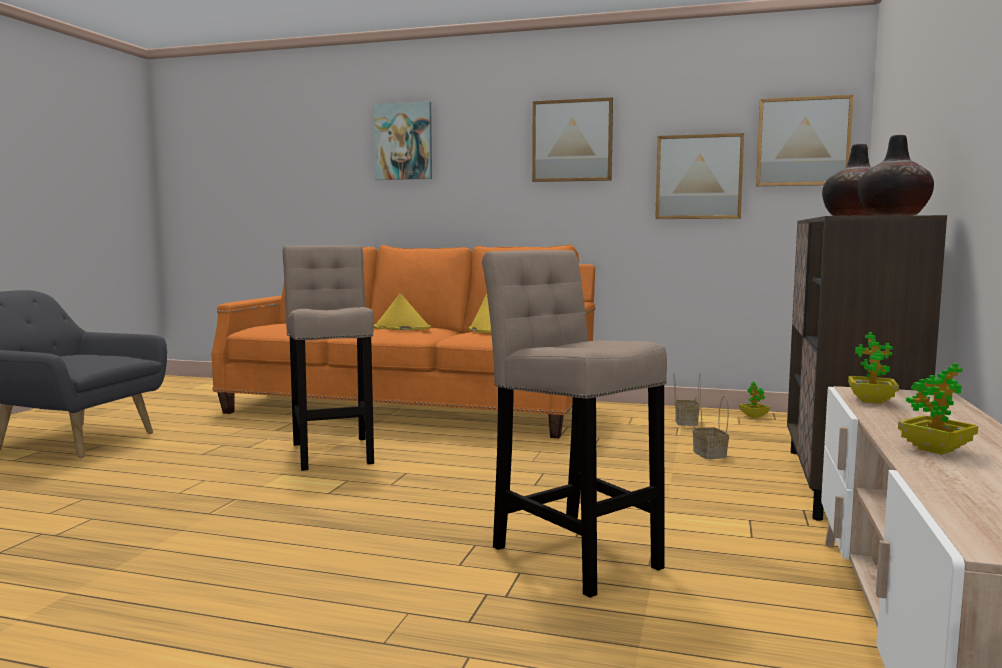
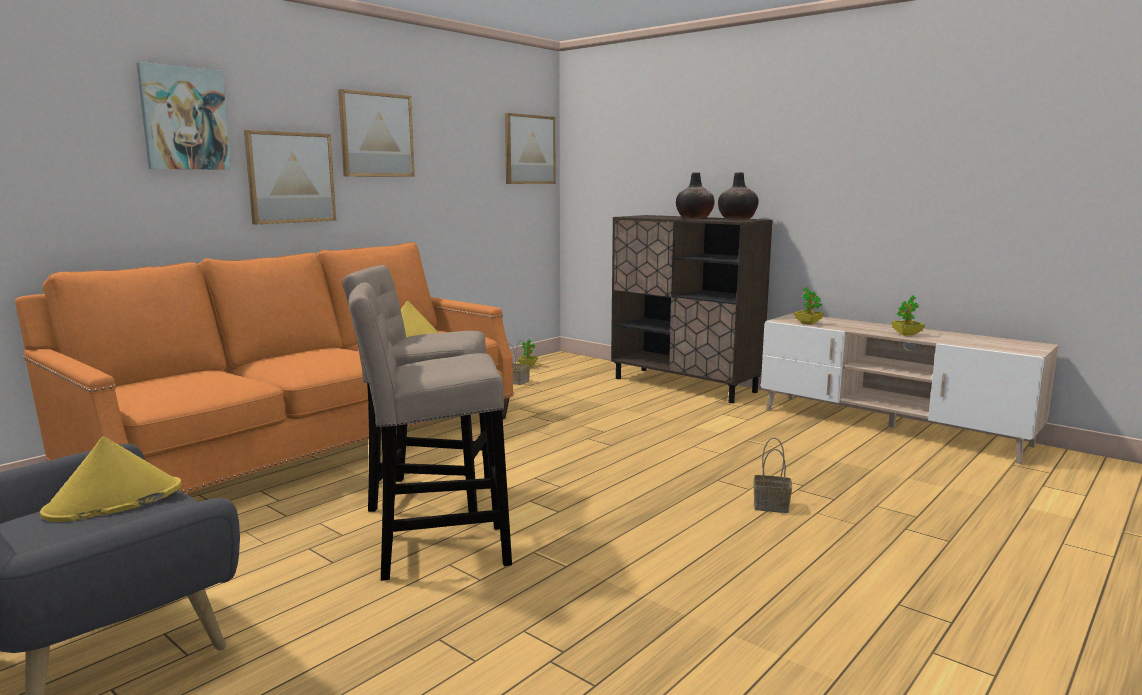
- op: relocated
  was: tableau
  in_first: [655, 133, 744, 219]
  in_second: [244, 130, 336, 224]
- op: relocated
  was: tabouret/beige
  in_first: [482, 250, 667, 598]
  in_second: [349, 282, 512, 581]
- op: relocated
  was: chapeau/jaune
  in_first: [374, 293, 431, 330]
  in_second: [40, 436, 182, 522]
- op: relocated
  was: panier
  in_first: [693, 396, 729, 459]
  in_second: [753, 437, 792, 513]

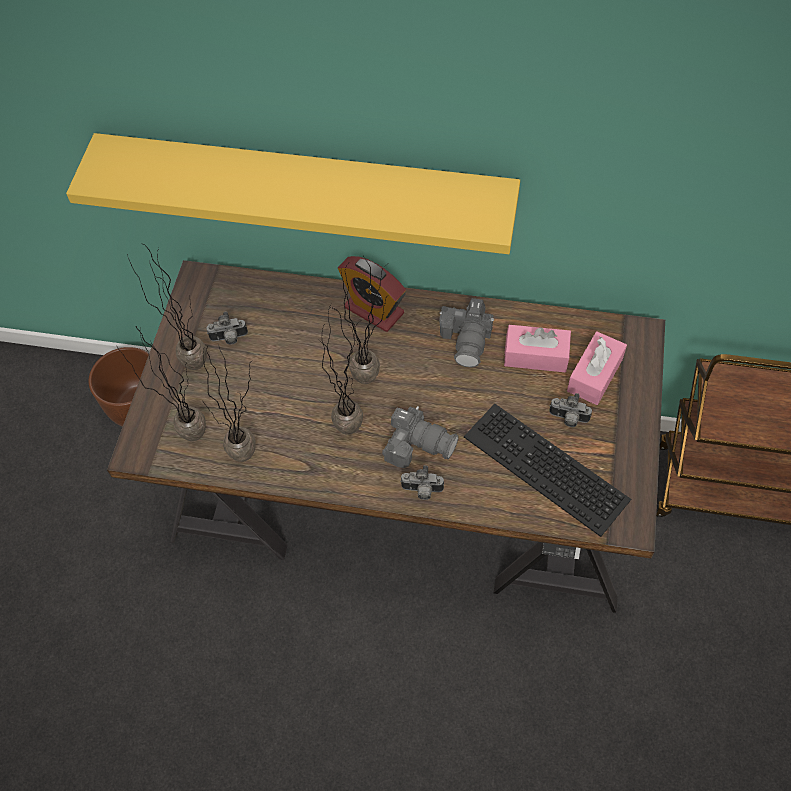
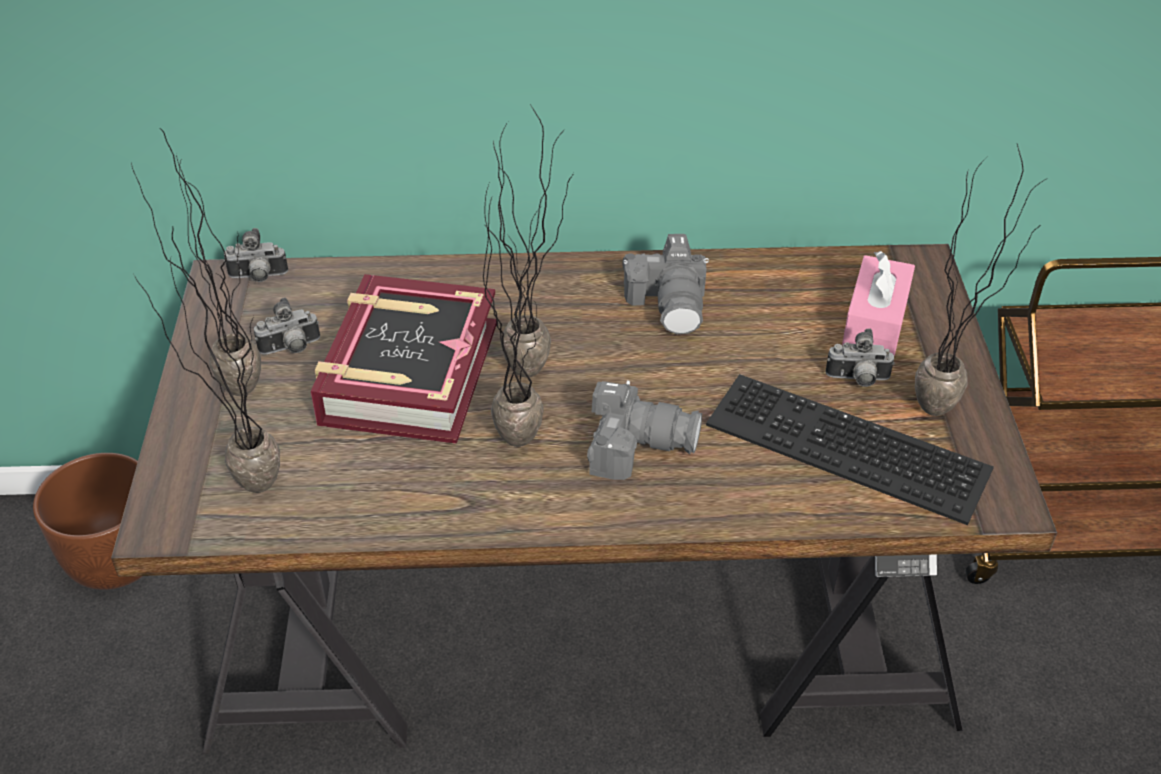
- op: missing
  was: étagère/jaune
  in_first: [66, 133, 520, 254]
- op: missing
  was: réveil
  in_first: [338, 256, 406, 332]
- op: missing
  was: boîte à mouchoirs/rose
  in_first: [504, 325, 571, 372]
- op: relocated
  was: plante en pot
  in_first: [203, 346, 255, 462]
  in_second: [915, 144, 1046, 416]
- op: relocated
  was: appareil photo
  in_first: [400, 465, 444, 500]
  in_second: [224, 228, 288, 282]
- op: appeared
  now: livre
  in_second: [311, 274, 497, 444]

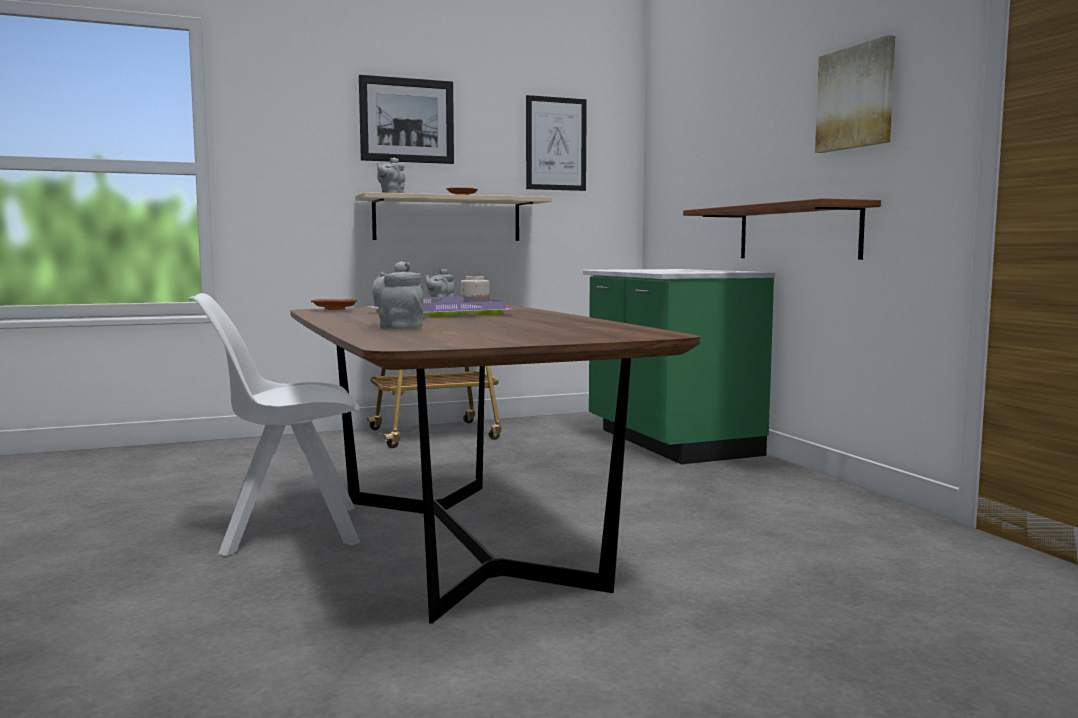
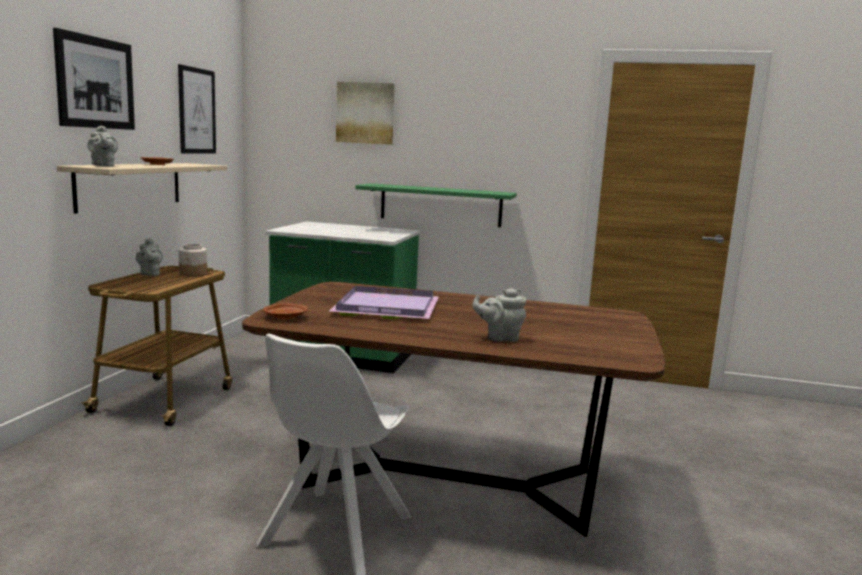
- op: relocated
  was: tableau
  in_first: [815, 35, 895, 153]
  in_second: [336, 82, 395, 145]
- op: colour
  was: étagère/marron
  now: étagère/vert
  in_first: [683, 198, 881, 260]
  in_second: [356, 183, 517, 227]

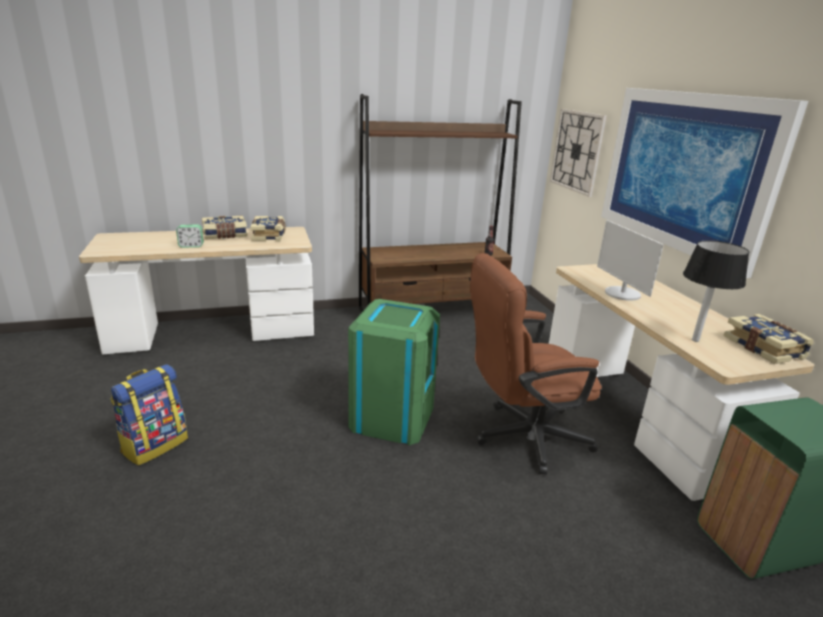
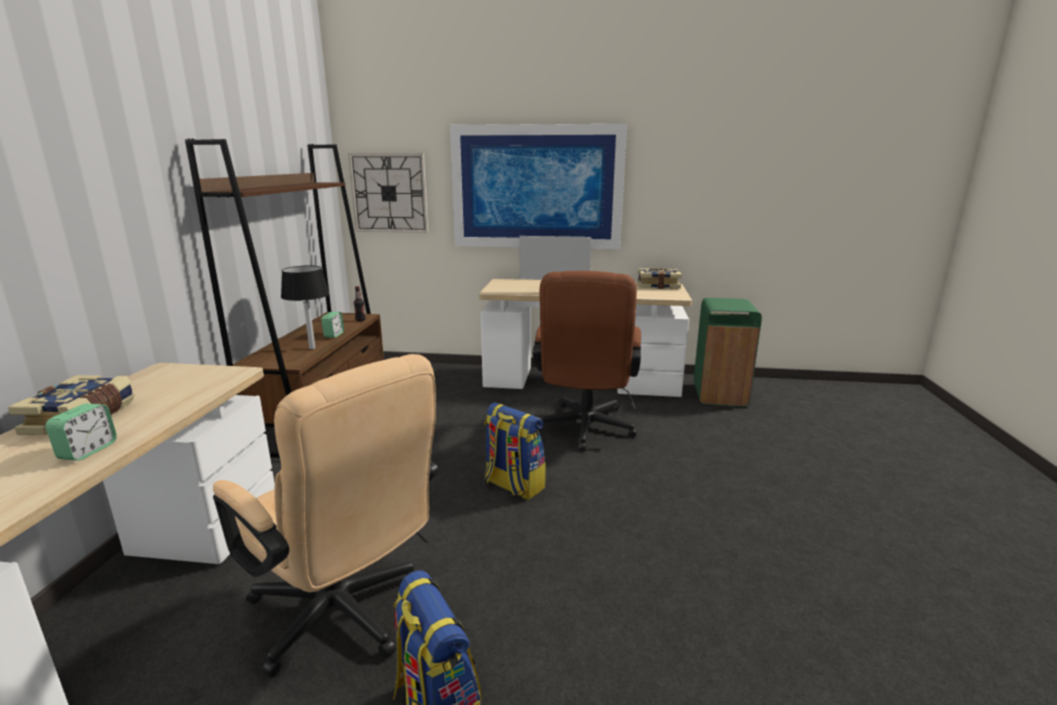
- op: missing
  was: livre
  in_first: [250, 216, 286, 241]
- op: relocated
  was: lampe de table/noir
  in_first: [683, 241, 749, 342]
  in_second: [281, 266, 329, 349]
- op: exchanged
  was: poubelle/vert
  now: sac à dos
  in_first: [348, 299, 440, 445]
  in_second: [484, 402, 546, 500]
- op: appeared
  now: réveil
  in_second: [321, 312, 344, 338]
- op: appeared
  now: chaise de bureau/beige
  in_second: [213, 354, 438, 678]

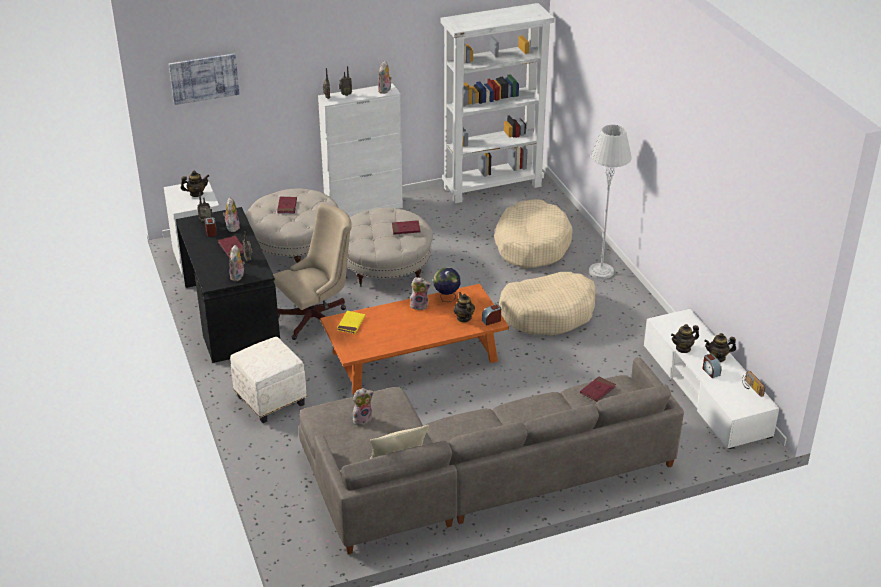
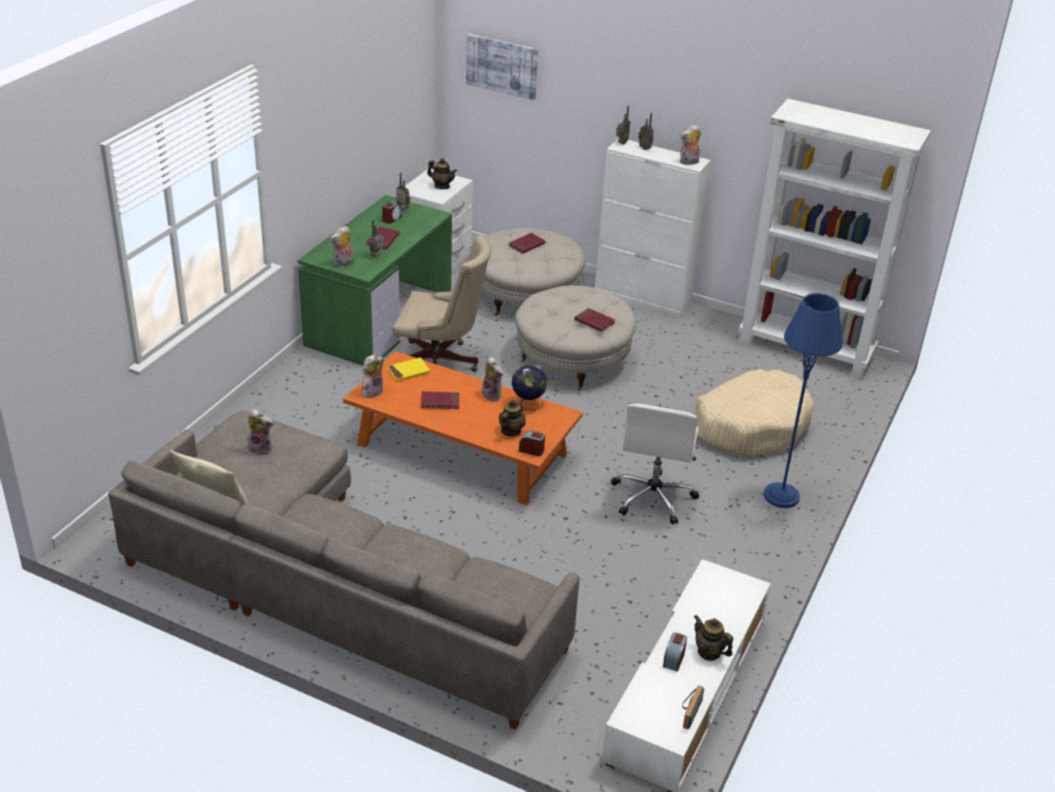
- op: colour
  was: lampadaire/gris
  now: lampadaire/bleu
  in_first: [589, 125, 632, 279]
  in_second: [764, 293, 843, 508]
- op: relocated
  was: peluche
  in_first: [223, 198, 240, 232]
  in_second: [362, 354, 384, 398]
- op: colour
  was: bureau/noir
  now: bureau/vert
  in_first: [176, 207, 280, 363]
  in_second: [298, 195, 452, 366]
- op: exchanged
  was: panier pour chien/beige
  now: chaise de bureau/blanc
  in_first: [499, 272, 595, 336]
  in_second: [611, 404, 699, 524]
- op: missing
  was: théière
  in_first: [671, 324, 699, 353]
- op: missing
  was: pouf/blanc
  in_first: [230, 337, 307, 423]
- op: relocated
  was: livre/rouge
  in_first: [580, 376, 616, 401]
  in_second: [421, 391, 459, 409]

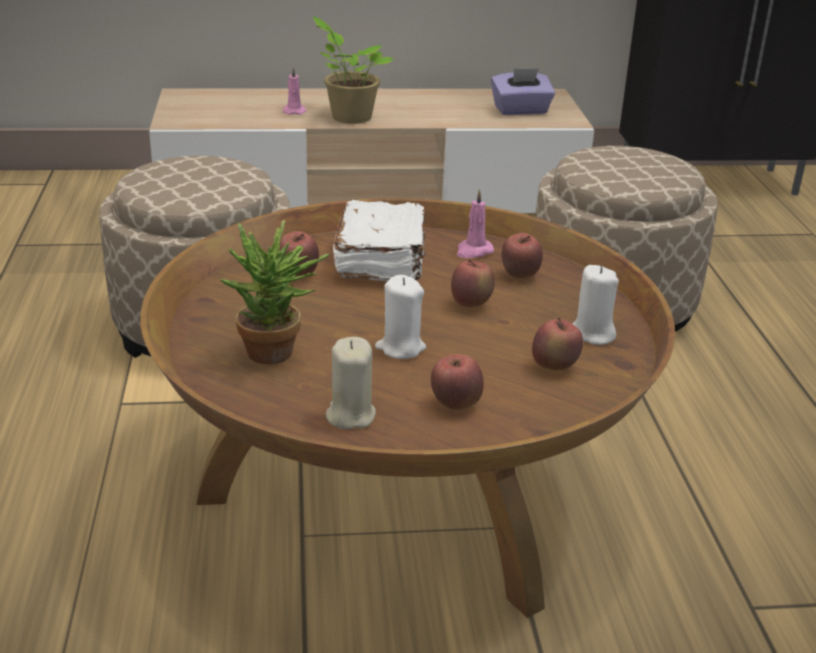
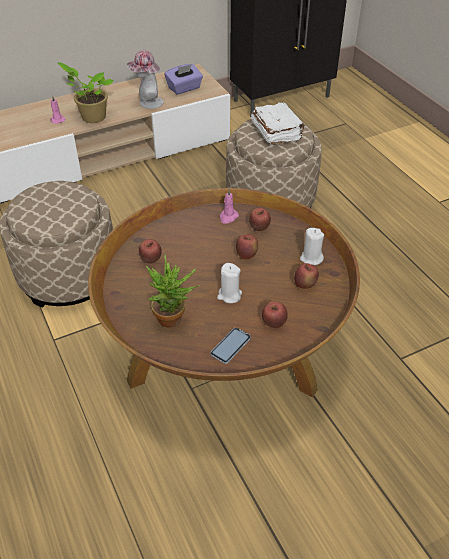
- op: relocated
  was: livre/blanc
  in_first: [333, 200, 426, 281]
  in_second: [251, 102, 305, 145]
- op: exchanged
  was: bougie/beige
  now: téléphone
  in_first: [326, 337, 376, 429]
  in_second: [210, 328, 251, 364]
- op: appeared
  now: chapeau
  in_second: [127, 50, 164, 109]

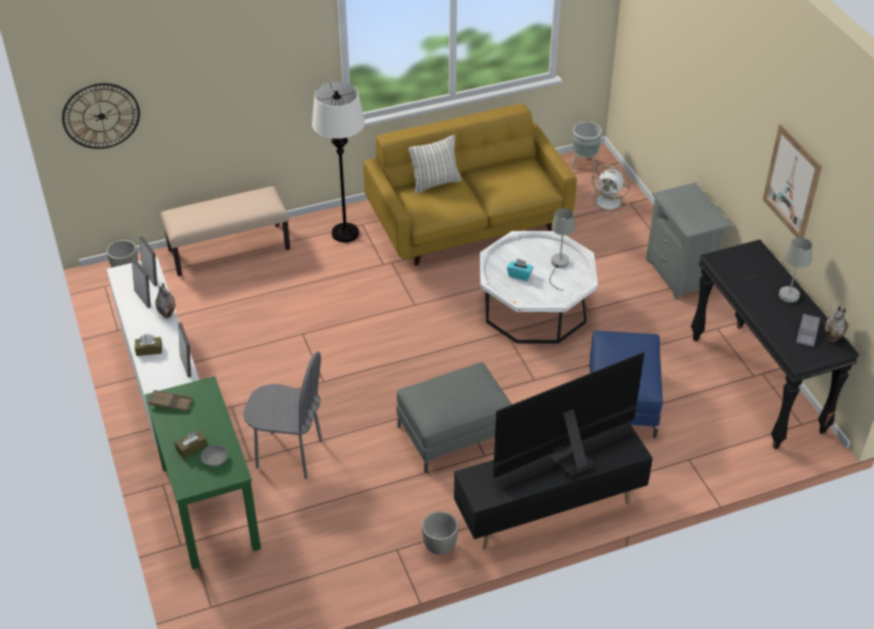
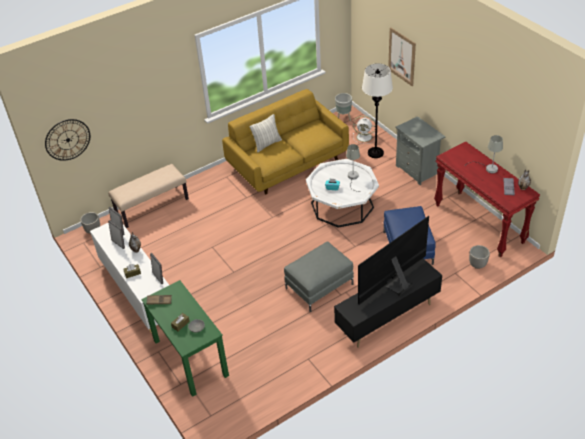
- op: relocated
  was: lampadaire/blanc
  in_first: [312, 81, 365, 243]
  in_second: [362, 63, 393, 158]
- op: relocated
  was: tableau
  in_first: [763, 125, 822, 238]
  in_second: [388, 27, 416, 86]
- op: colour
  was: table console/noir
  now: table console/rouge
  in_first: [691, 239, 859, 449]
  in_second: [434, 141, 540, 257]
- op: missing
  was: chaise/gris
  in_first: [243, 352, 322, 479]
- op: relocated
  was: cache-pot
  in_first: [422, 511, 459, 555]
  in_second: [469, 245, 490, 269]

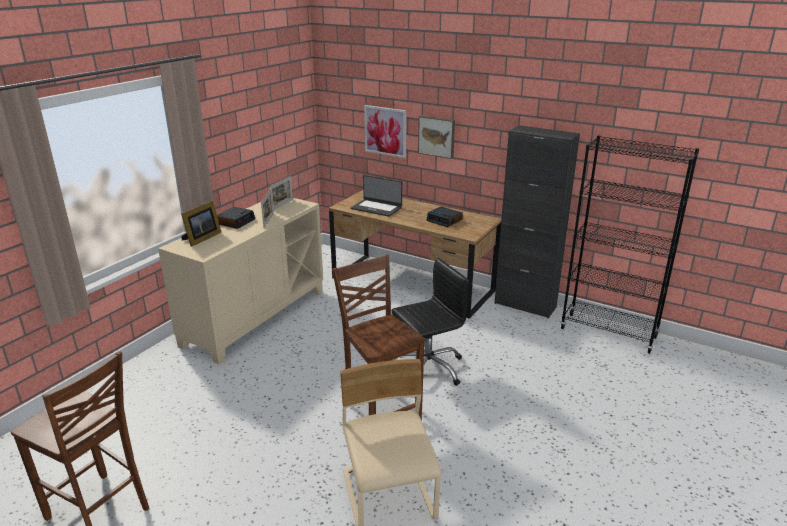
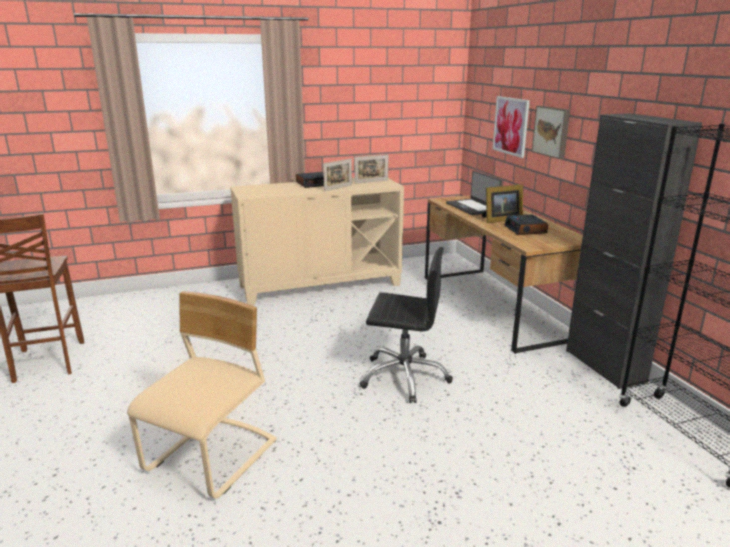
- op: relocated
  was: cadre photo
  in_first: [181, 201, 221, 247]
  in_second: [482, 184, 523, 223]
- op: missing
  was: chaise/marron
  in_first: [332, 255, 425, 421]

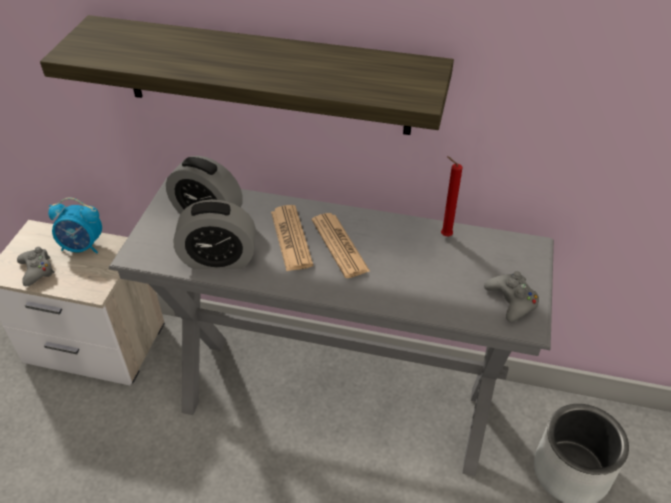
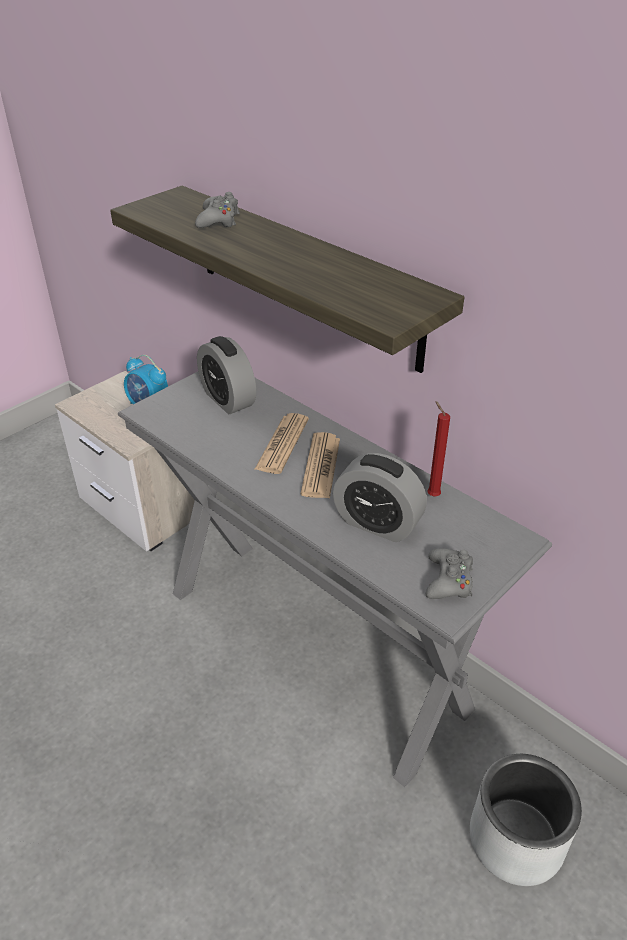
- op: relocated
  was: réveil
  in_first: [173, 199, 256, 269]
  in_second: [333, 453, 427, 542]
- op: relocated
  was: manette/gris
  in_first: [17, 247, 55, 286]
  in_second: [195, 192, 240, 228]

